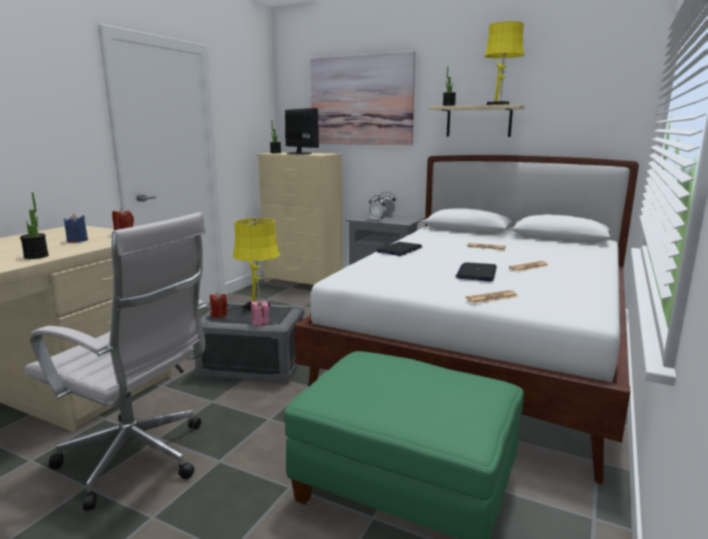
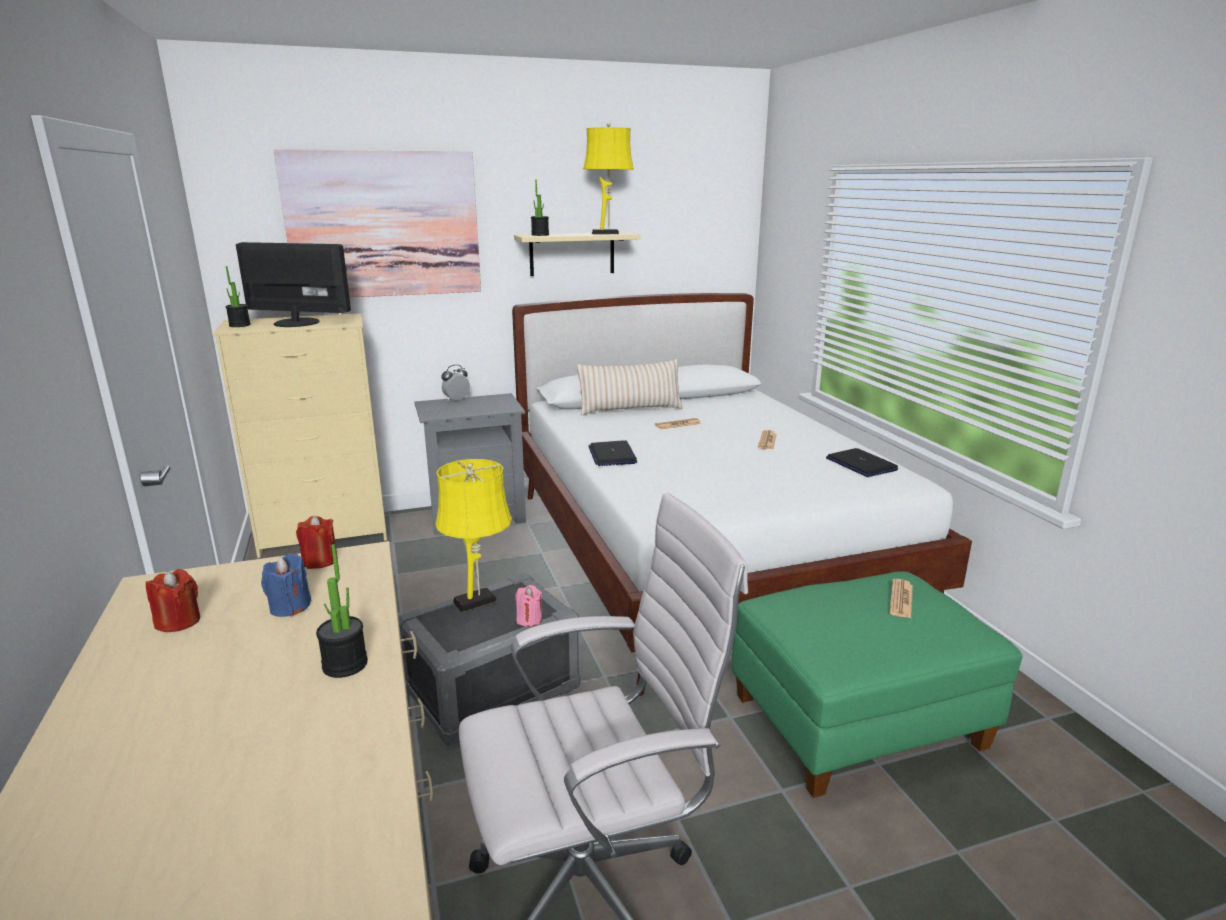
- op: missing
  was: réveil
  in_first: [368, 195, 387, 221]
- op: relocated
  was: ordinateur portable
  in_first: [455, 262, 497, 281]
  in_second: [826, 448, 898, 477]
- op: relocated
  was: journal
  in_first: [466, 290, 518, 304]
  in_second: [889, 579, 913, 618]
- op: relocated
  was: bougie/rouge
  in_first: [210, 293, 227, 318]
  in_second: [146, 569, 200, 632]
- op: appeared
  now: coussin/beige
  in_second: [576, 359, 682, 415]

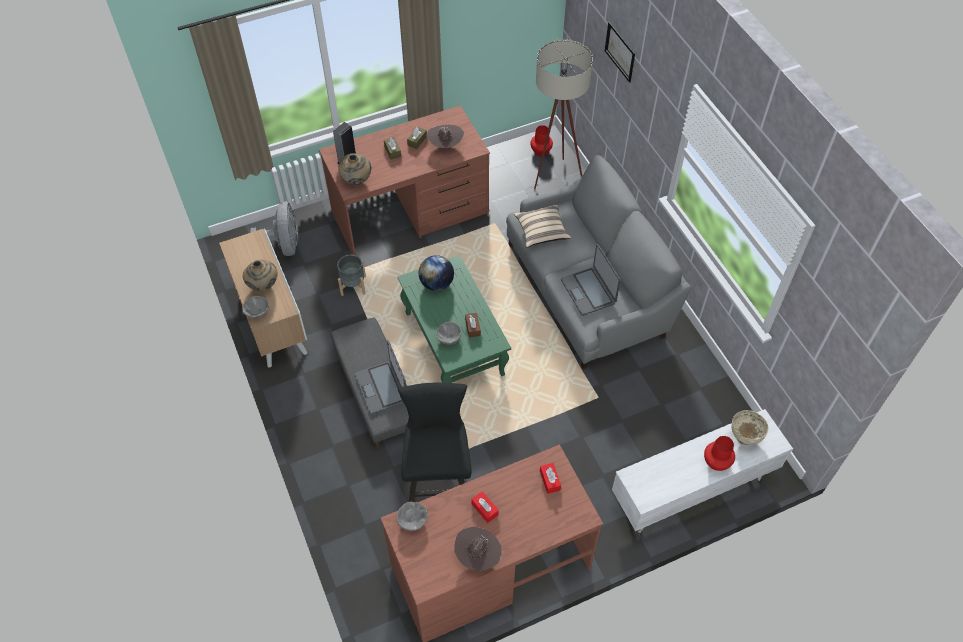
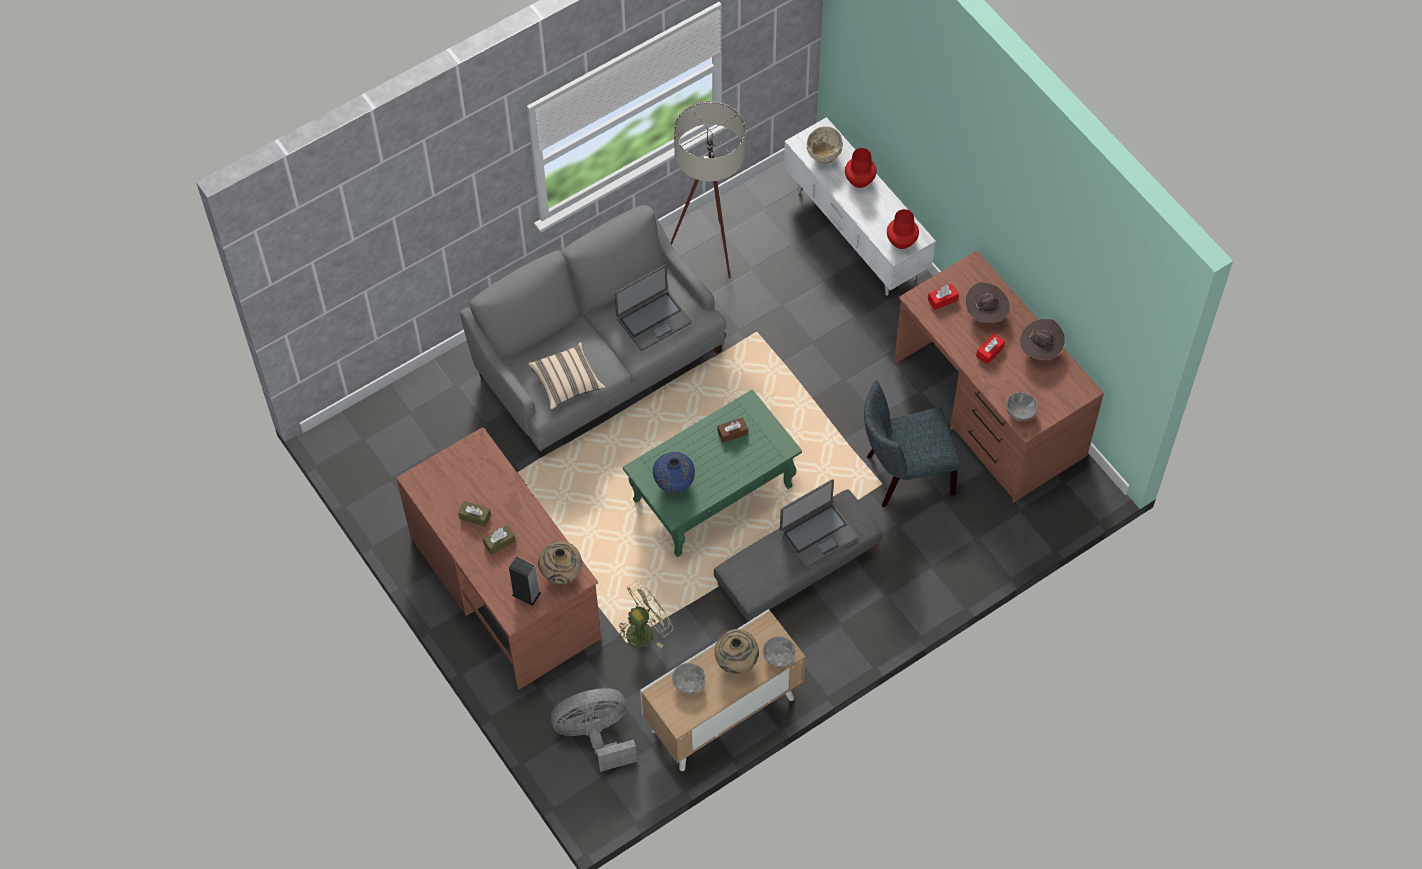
- op: missing
  was: tableau
  in_first: [605, 22, 635, 83]
- op: relocated
  was: lampadaire/beige
  in_first: [534, 39, 593, 190]
  in_second: [670, 101, 745, 279]
- op: relocated
  was: chapeau/marron
  in_first: [426, 125, 464, 148]
  in_second: [966, 282, 1010, 323]
- op: relocated
  was: vase/rouge
  in_first: [530, 125, 553, 156]
  in_second: [887, 209, 919, 249]
- op: exchanged
  was: cache-pot/gris
  now: ventilateur/vert
  in_first: [337, 254, 366, 296]
  in_second: [617, 581, 673, 648]
- op: exchanged
  was: globe
  now: vase/bleu
  in_first: [419, 255, 454, 291]
  in_second: [653, 452, 695, 493]
- op: relocated
  was: bol/gris
  in_first: [436, 322, 462, 345]
  in_second: [672, 663, 706, 694]
- op: exchanged
  was: tabouret/noir
  now: chaise/gris
  in_first: [398, 382, 472, 502]
  in_second: [864, 380, 961, 508]

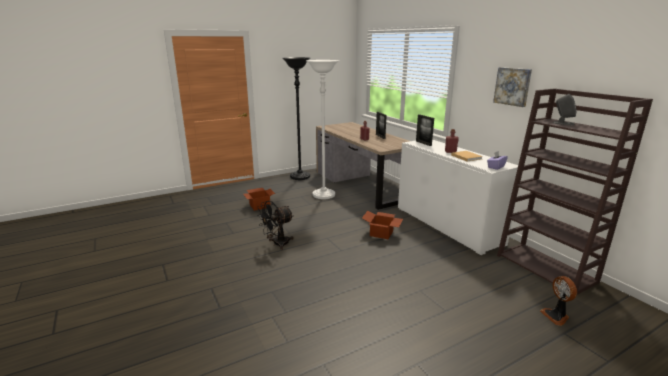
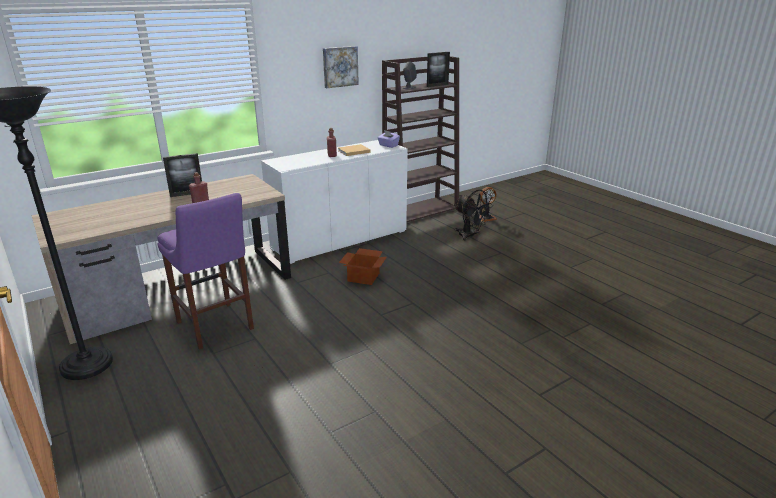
- op: exchanged
  was: lampadaire/blanc
  now: tabouret/violet
  in_first: [306, 60, 339, 199]
  in_second: [157, 193, 254, 350]
- op: relocated
  was: cadre photo
  in_first: [416, 114, 434, 146]
  in_second: [427, 52, 450, 87]
- op: missing
  was: carton
  in_first: [243, 188, 275, 211]
- op: relocated
  was: ventilateur/noir
  in_first: [257, 201, 293, 250]
  in_second: [454, 190, 493, 241]

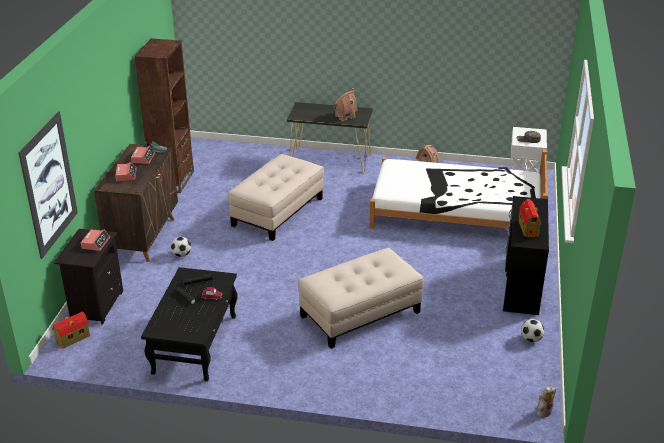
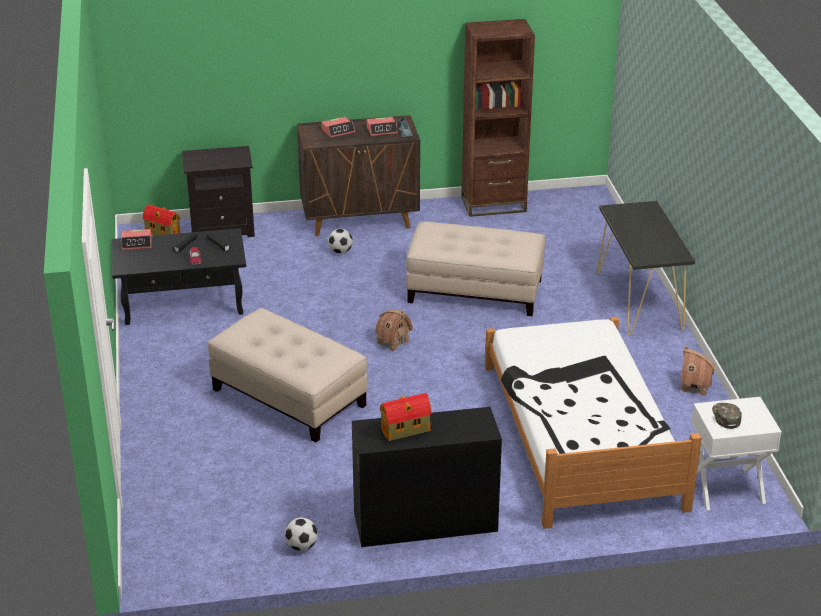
- op: relocated
  was: maison miniature
  in_first: [334, 88, 357, 121]
  in_second: [375, 310, 413, 352]
- op: missing
  was: tableau
  in_first: [18, 111, 78, 259]
- op: relocated
  was: réveil
  in_first: [81, 229, 110, 251]
  in_second: [121, 229, 152, 250]
- op: missing
  was: peluche
  in_first: [537, 386, 556, 417]

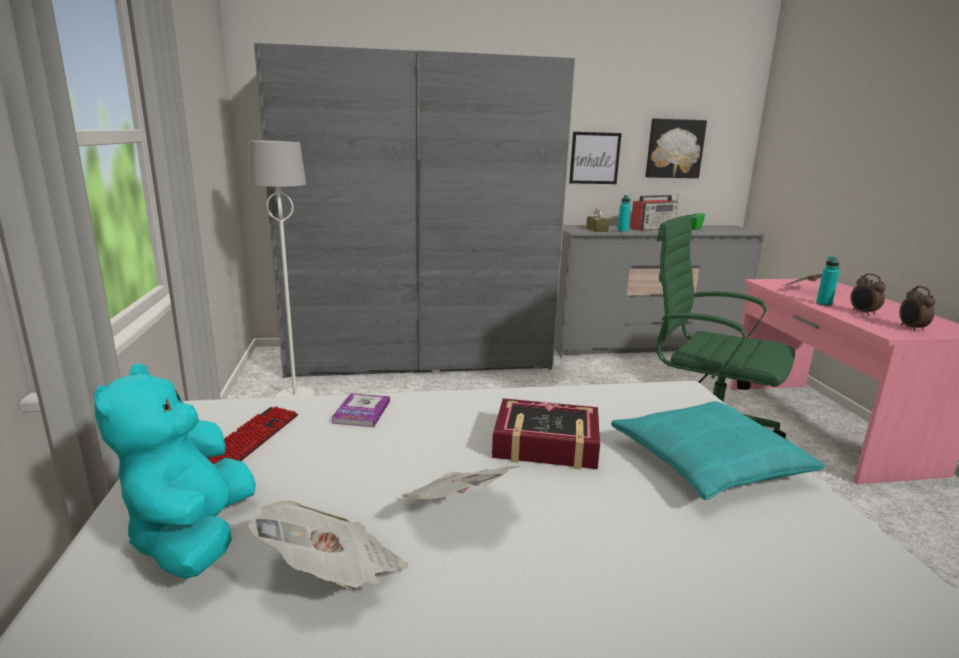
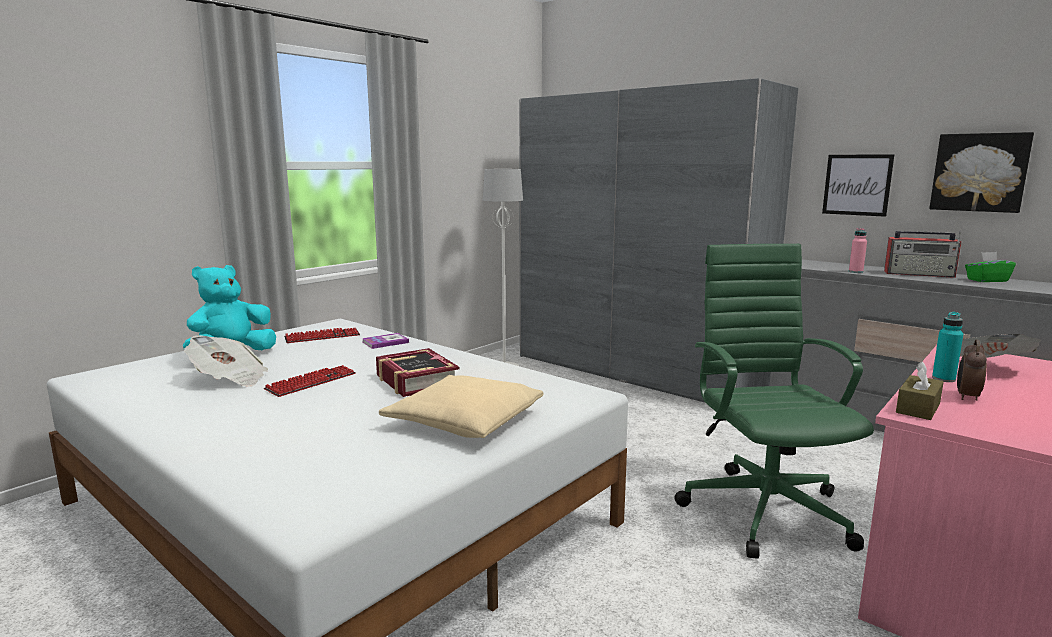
- op: colour
  was: bouteille/turquoise
  now: bouteille/rose
  in_first: [617, 195, 631, 233]
  in_second: [849, 228, 867, 273]
- op: relocated
  was: boîte à mouchoirs/marron
  in_first: [586, 207, 609, 232]
  in_second: [896, 361, 944, 420]
- op: missing
  was: réveil
  in_first: [899, 286, 936, 332]
- op: colour
  was: coussin/turquoise
  now: coussin/beige
  in_first: [611, 401, 825, 500]
  in_second: [379, 375, 543, 438]
- op: exchanged
  was: journal
  now: clavier
  in_first: [402, 466, 520, 499]
  in_second: [264, 365, 356, 397]

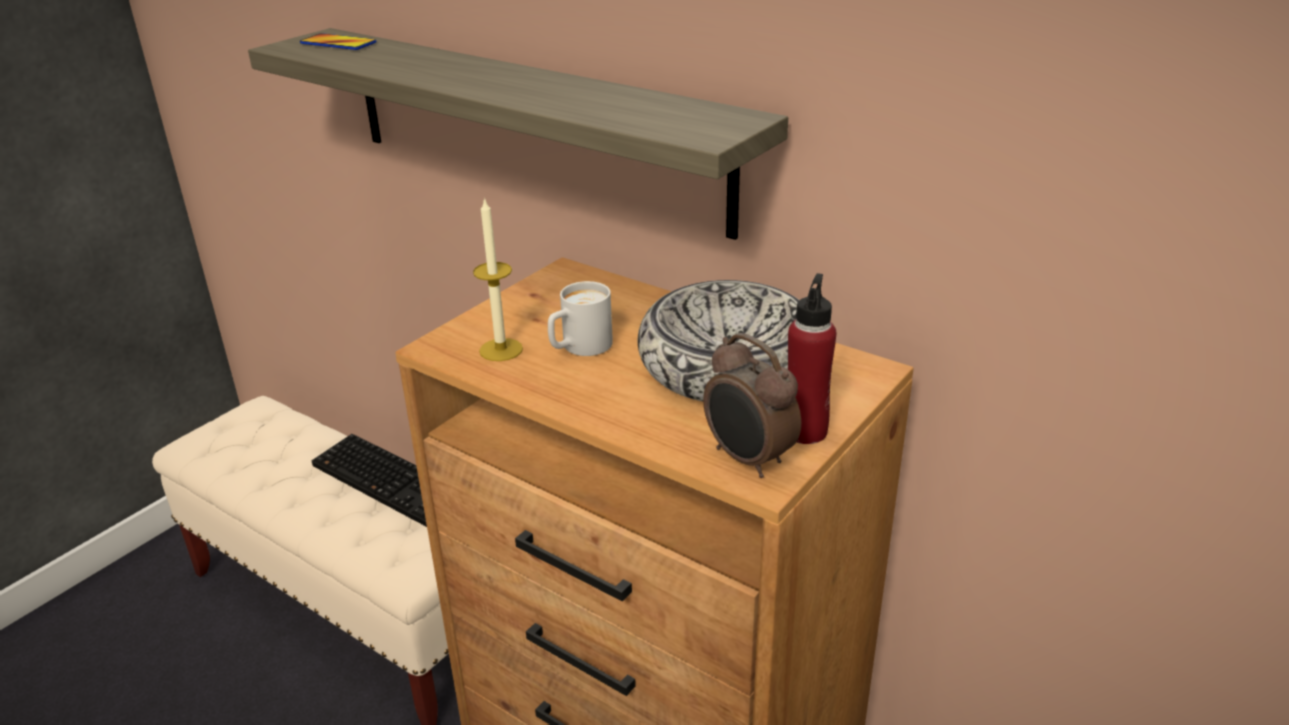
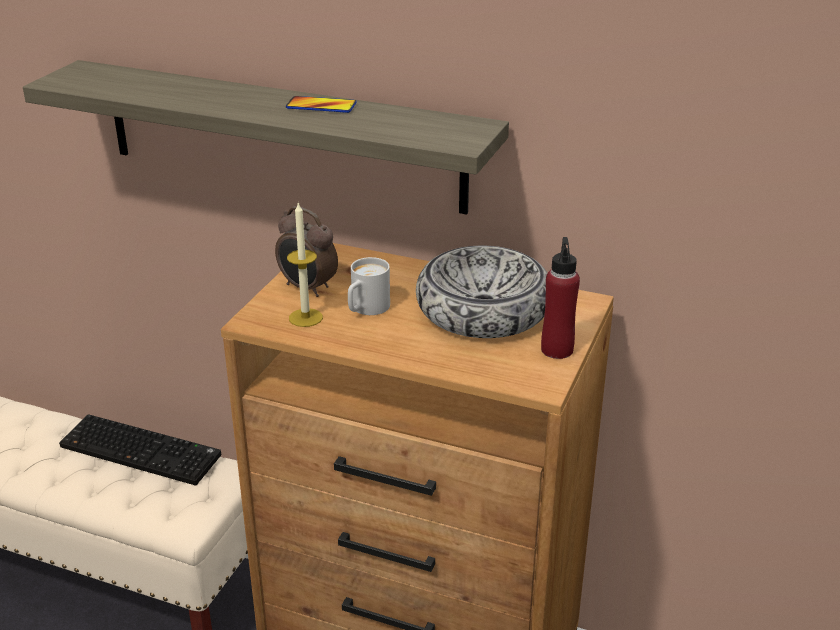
- op: relocated
  was: téléphone
  in_first: [300, 33, 377, 50]
  in_second: [286, 96, 357, 113]
- op: relocated
  was: réveil
  in_first: [703, 333, 801, 478]
  in_second: [275, 207, 338, 297]

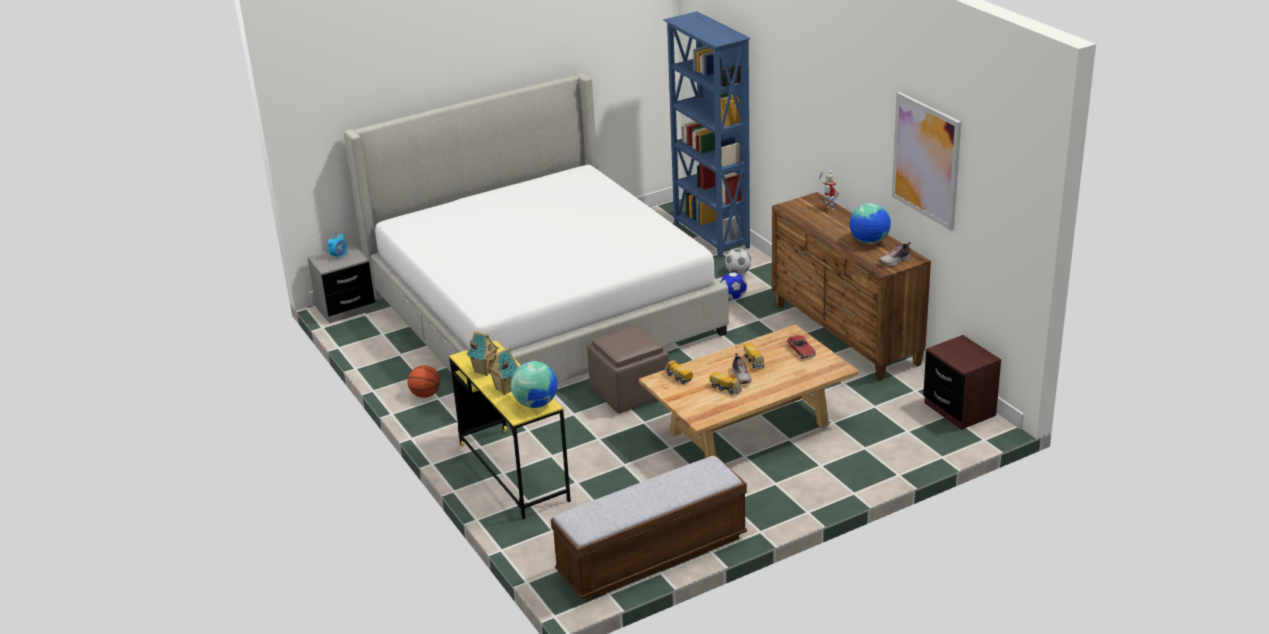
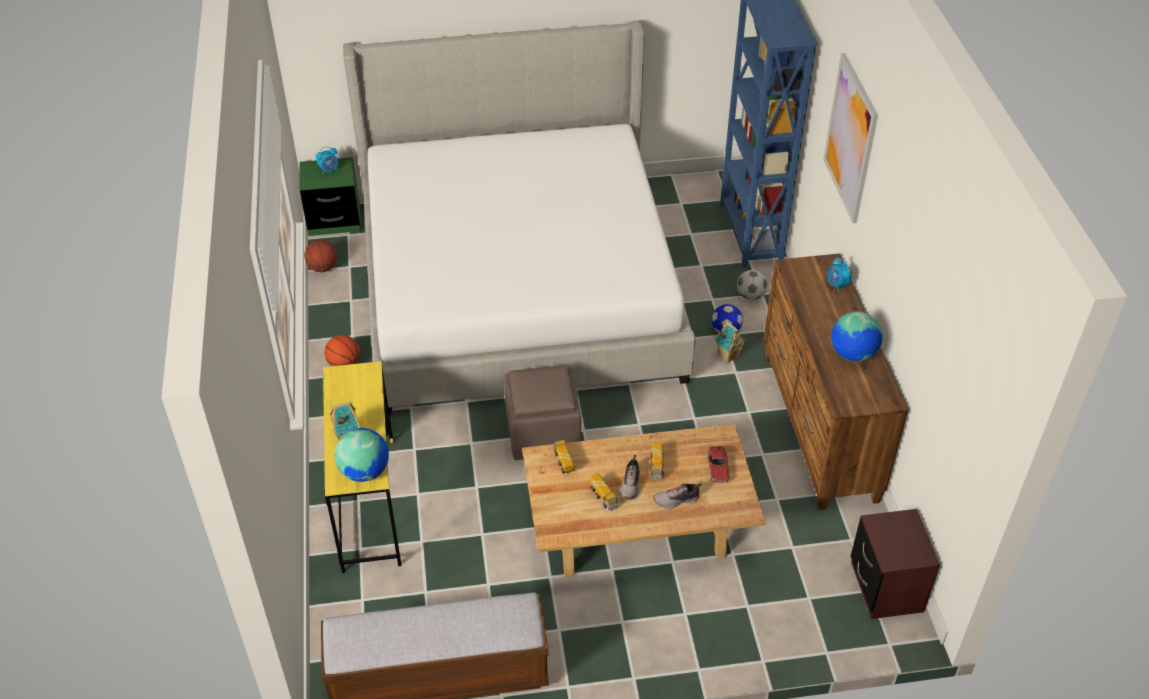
- op: relocated
  was: tableau
  in_first: [892, 92, 961, 231]
  in_second: [823, 53, 878, 223]
- op: exchanged
  was: robot jouet
  now: réveil
  in_first: [819, 170, 839, 210]
  in_second: [827, 257, 852, 292]
- op: relocated
  was: chaussure
  in_first: [878, 242, 911, 267]
  in_second: [653, 483, 702, 509]
- op: colour
  was: table de chevet/gris
  now: table de chevet/vert
  in_first: [307, 244, 376, 324]
  in_second: [299, 157, 361, 236]
- op: relocated
  was: maison miniature
  in_first: [467, 331, 499, 376]
  in_second: [715, 321, 746, 363]
- op: appeared
  now: ballon de basket
  in_second: [304, 240, 337, 272]

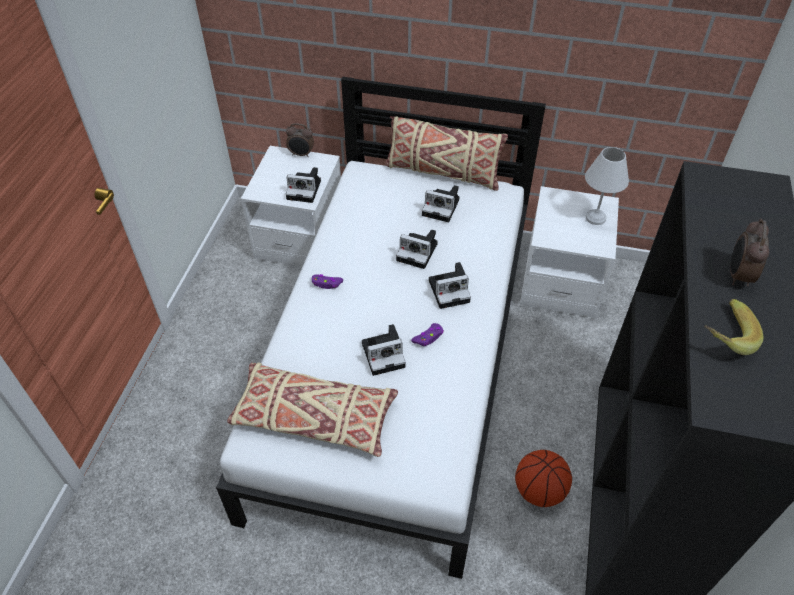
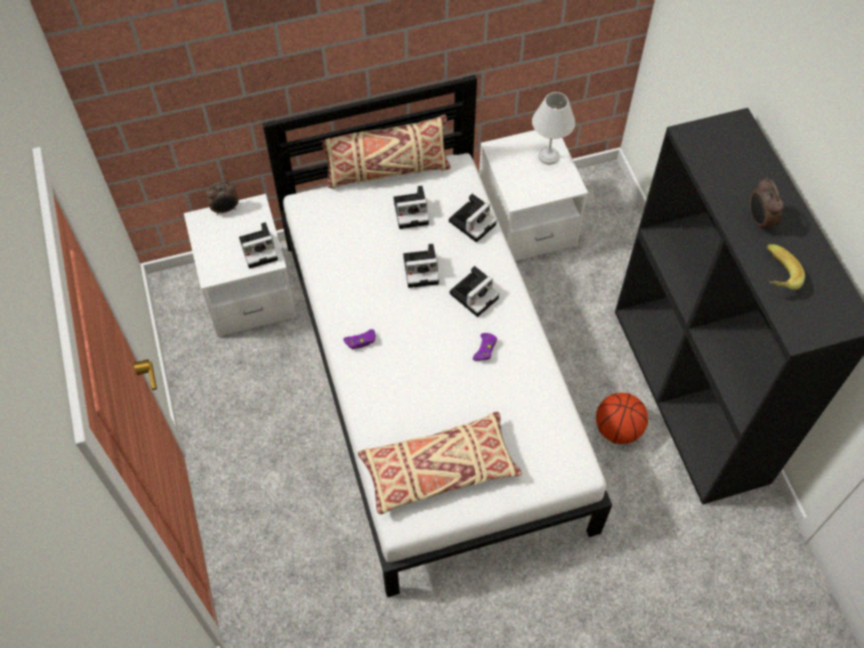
- op: relocated
  was: appareil photo
  in_first: [362, 324, 406, 376]
  in_second: [449, 194, 497, 242]

